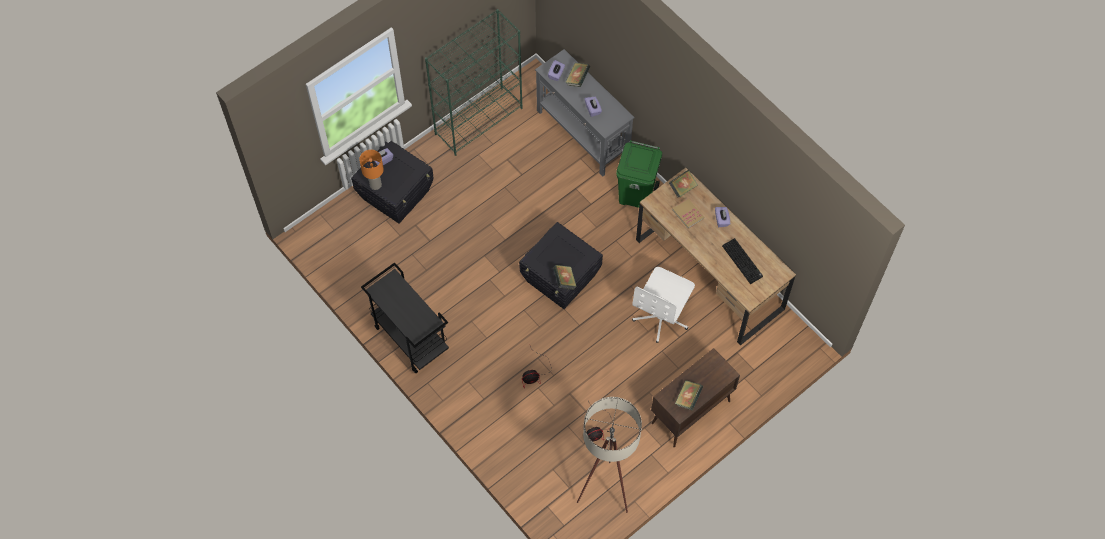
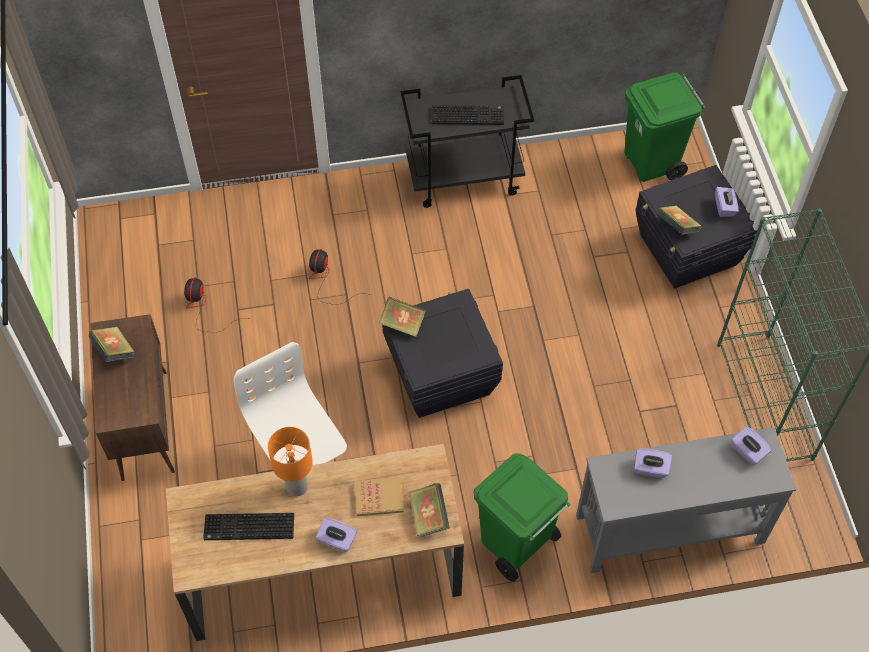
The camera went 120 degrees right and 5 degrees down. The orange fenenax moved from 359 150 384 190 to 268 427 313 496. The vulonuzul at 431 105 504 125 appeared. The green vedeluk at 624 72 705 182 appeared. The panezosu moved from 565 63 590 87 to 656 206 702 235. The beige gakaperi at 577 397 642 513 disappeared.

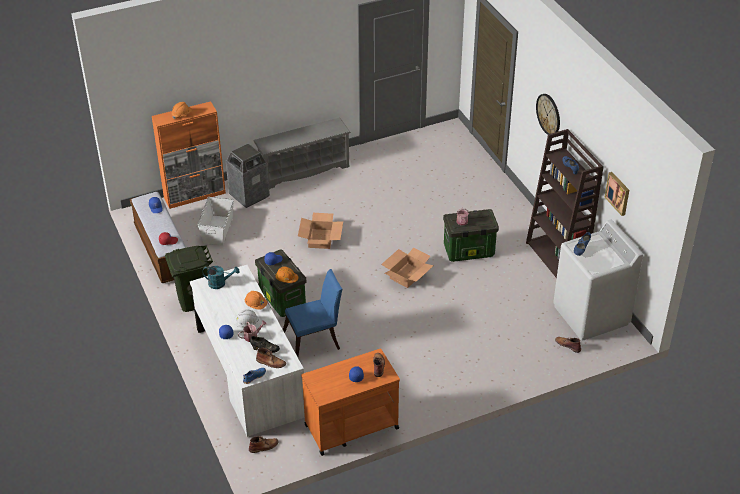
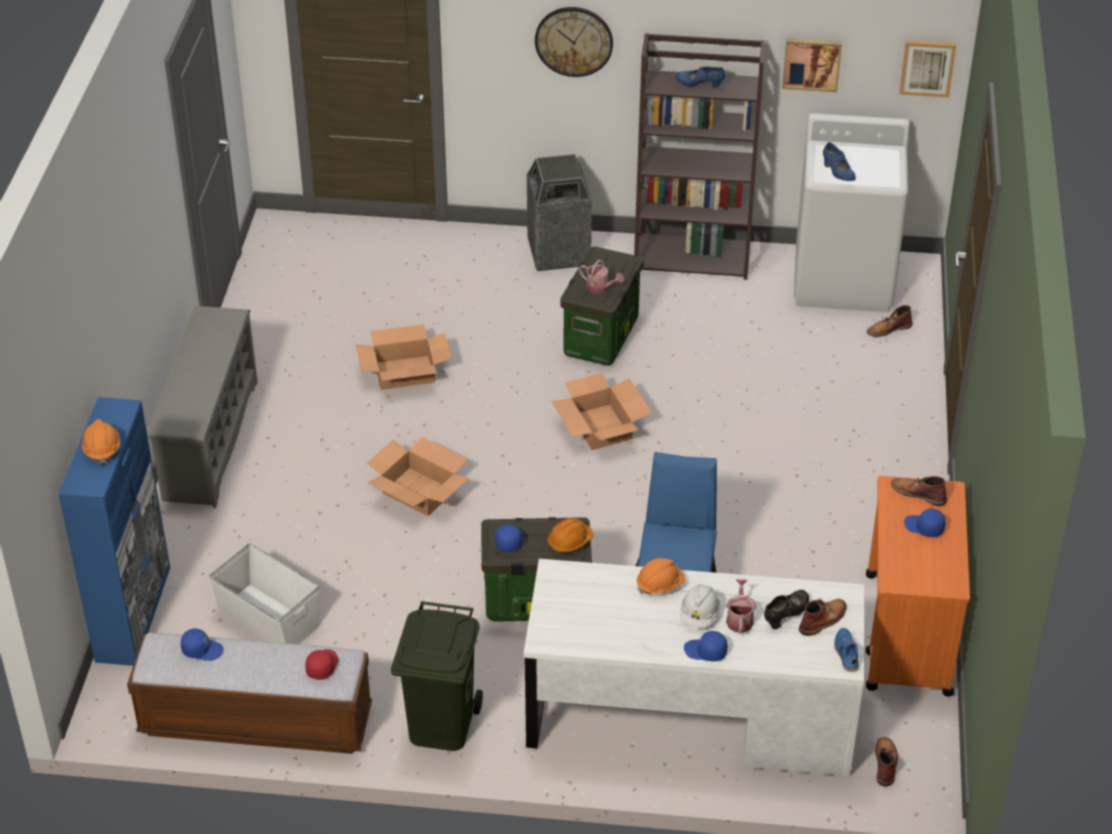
The camera went 60 degrees left and 0 degrees up. The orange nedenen at 152 101 226 209 became the blue nedenen at 58 397 170 666. The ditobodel at 356 324 452 390 appeared. The vedeluk moved from 226 143 270 208 to 527 154 592 271. The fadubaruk at 899 41 956 97 appeared. The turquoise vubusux at 202 266 239 289 disappeared.

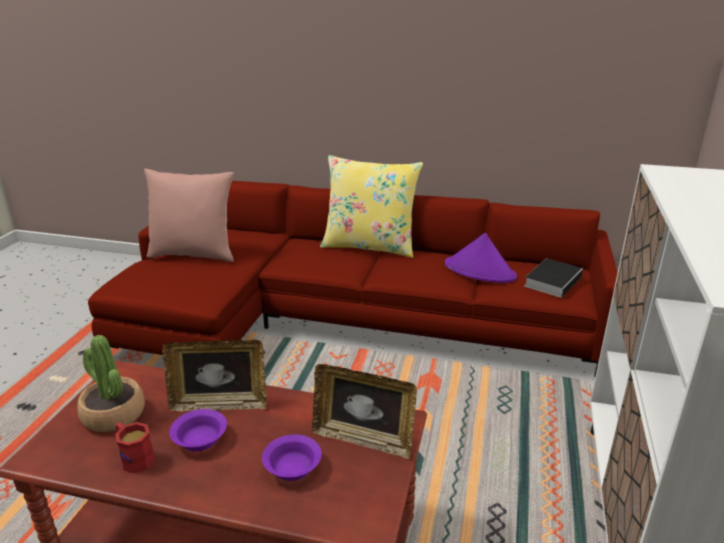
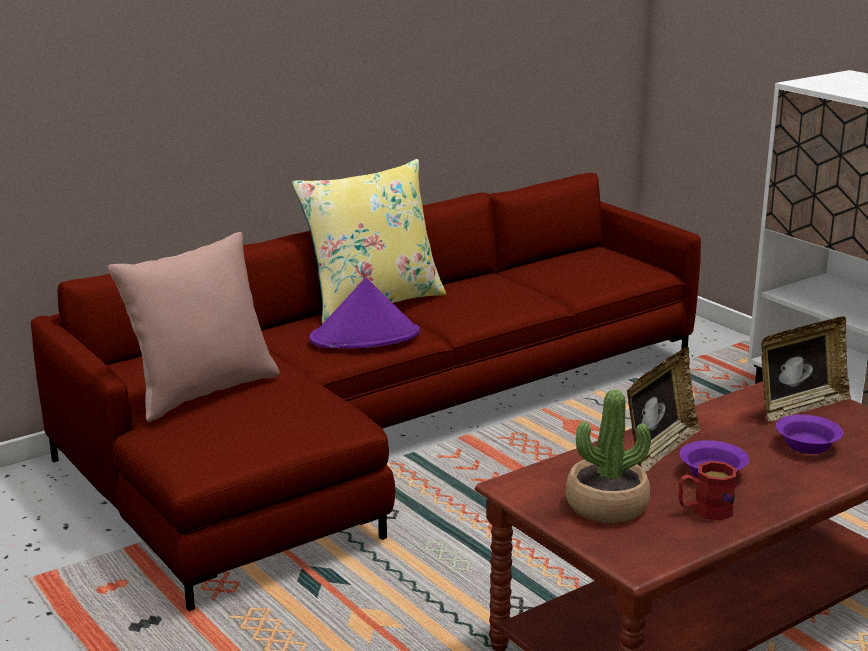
The camera went 50 degrees left and 5 degrees down. The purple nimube moved from 445 233 517 283 to 309 278 420 349. The panezosu at 524 259 583 298 disappeared.

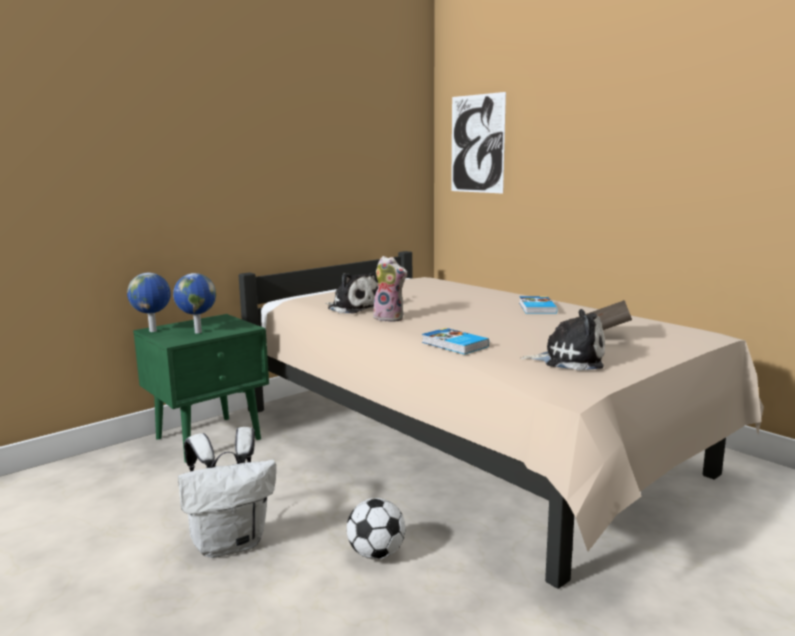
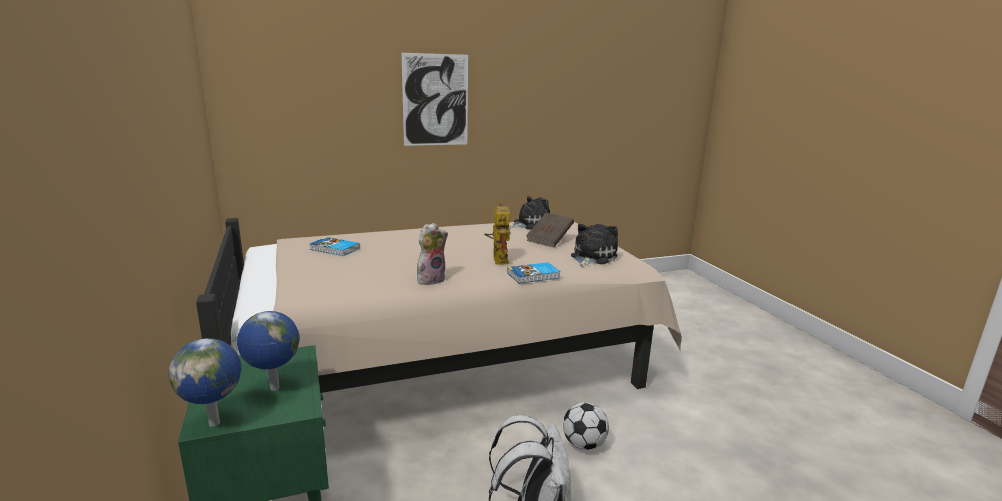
The camera went 70 degrees left and 5 degrees up. The panezosu moved from 519 296 557 314 to 310 237 360 256. The fadubaruk moved from 451 92 506 194 to 401 53 468 146. The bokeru at 484 202 511 265 appeared. The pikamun moved from 325 272 379 314 to 509 196 550 229.

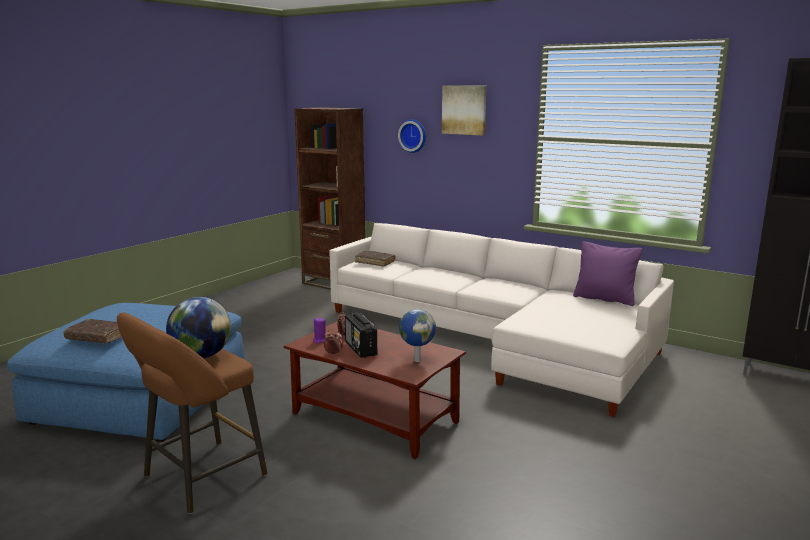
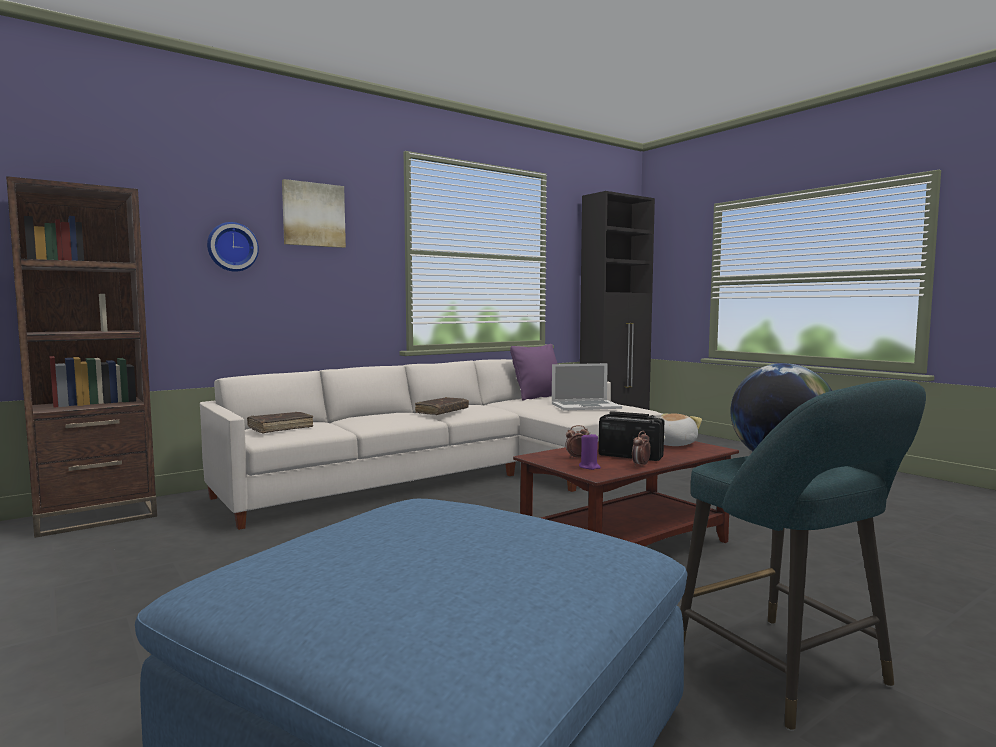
The camera went 70 degrees left and 10 degrees down. The brown panezosu moved from 63 319 122 343 to 415 397 469 415. The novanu at 552 363 622 411 appeared. The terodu at 345 313 377 358 turned 150 degrees counterclockwise. The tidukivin at 399 309 436 362 was replaced by the pikamun at 660 413 702 446. The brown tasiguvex at 117 313 267 514 became the turquoise tasiguvex at 680 380 926 731.

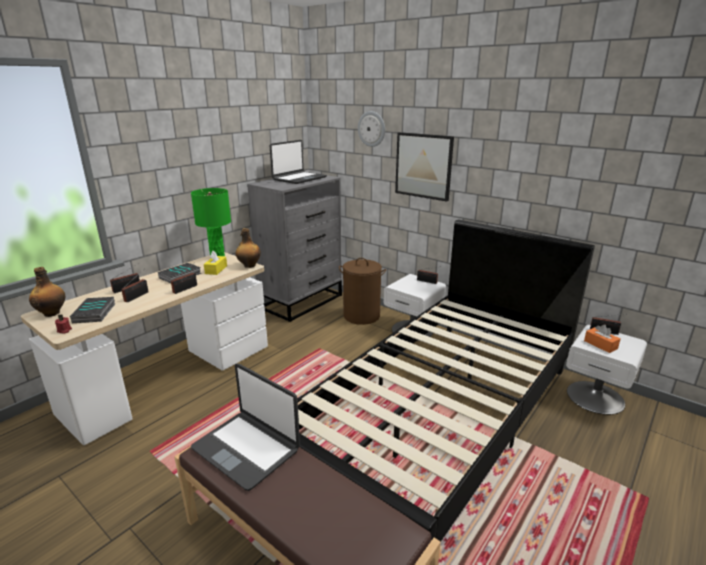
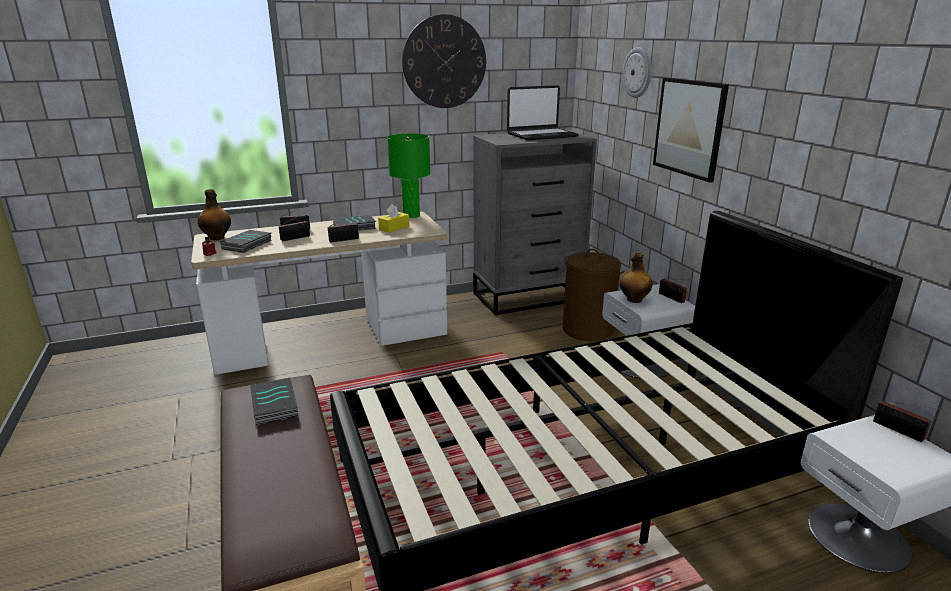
The camera went 30 degrees right and 0 degrees up. The novanu at 191 364 300 491 was replaced by the panezosu at 250 378 299 426. The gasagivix at 402 14 486 108 appeared. The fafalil moved from 236 228 261 268 to 620 252 653 303. The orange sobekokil at 584 324 620 353 disappeared.

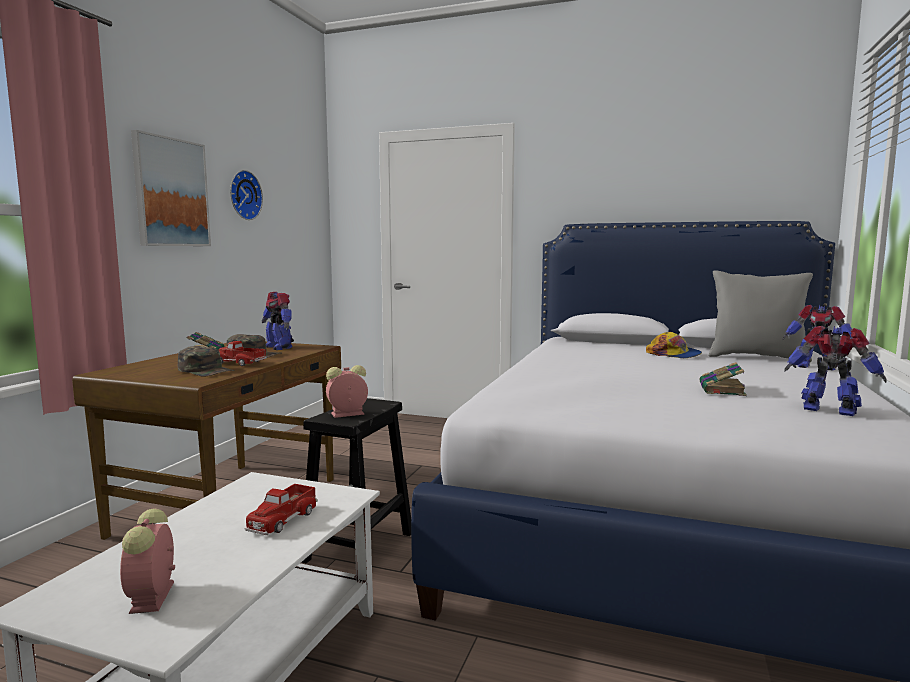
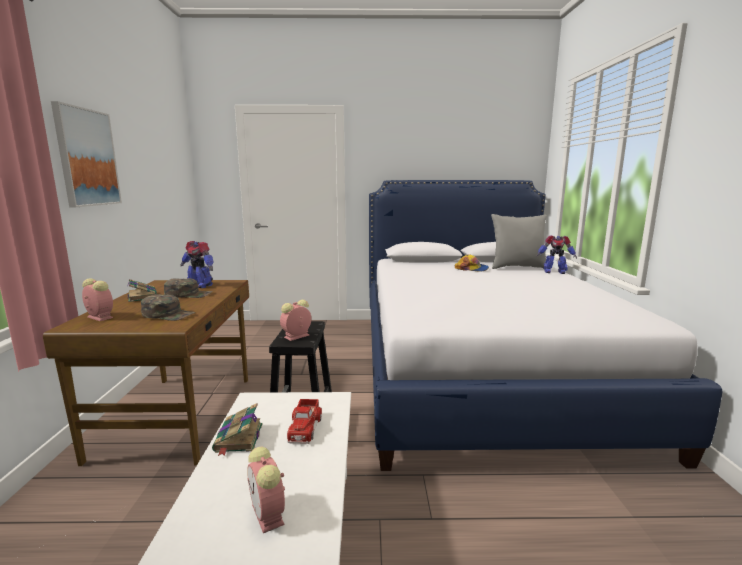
The camera went 20 degrees left and 5 degrees up. The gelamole at 82 278 113 321 appeared. The panezosu moved from 700 362 747 396 to 212 403 262 456. The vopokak at 218 341 267 366 disappeared. The gasagivix at 230 170 263 220 disappeared. The bokeru at 784 326 887 416 disappeared.

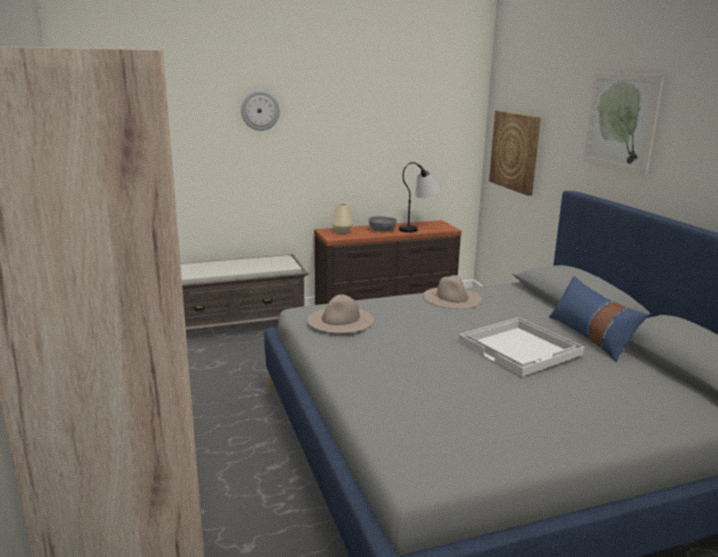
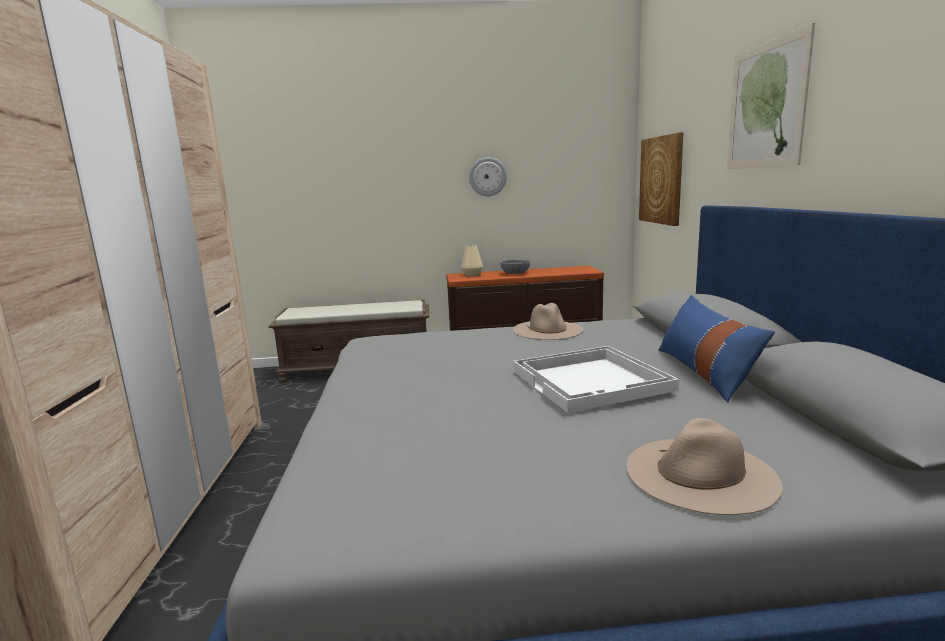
The camera went 15 degrees right and 5 degrees down. The gasagivix moved from 241 91 280 131 to 469 157 507 196. The beige nimube moved from 307 294 374 333 to 626 418 783 515. The fenenax at 399 162 440 233 disappeared.

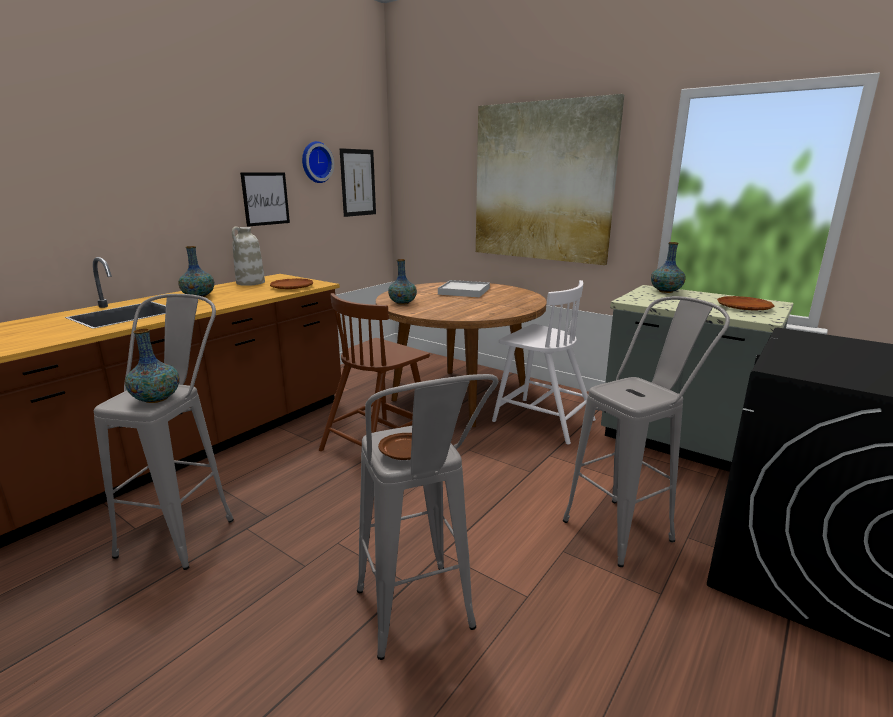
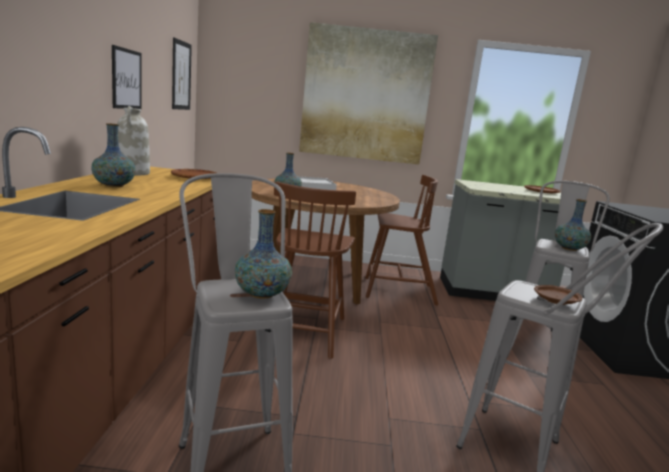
The camera went 35 degrees left and 5 degrees down. The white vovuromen at 492 280 596 445 became the brown vovuromen at 365 175 438 305. The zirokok moved from 651 242 685 293 to 555 199 591 251. The gasagivix at 302 141 334 183 disappeared.

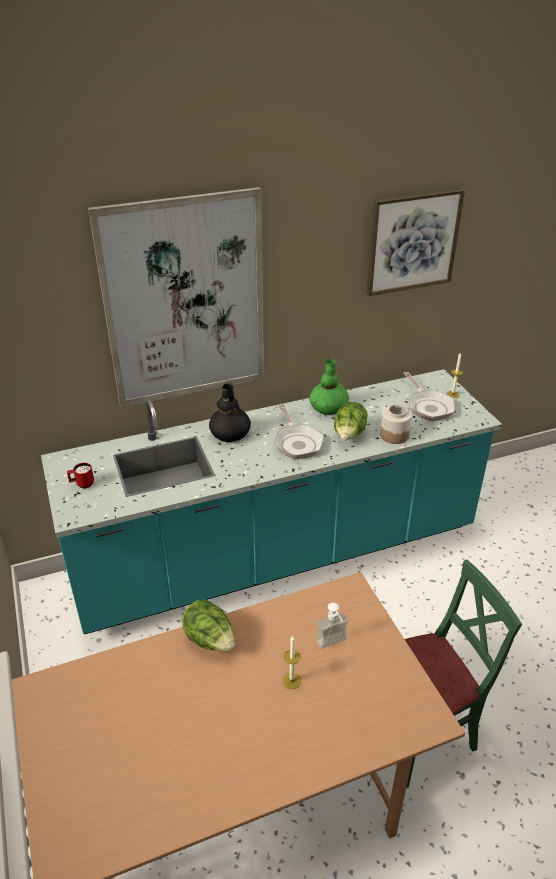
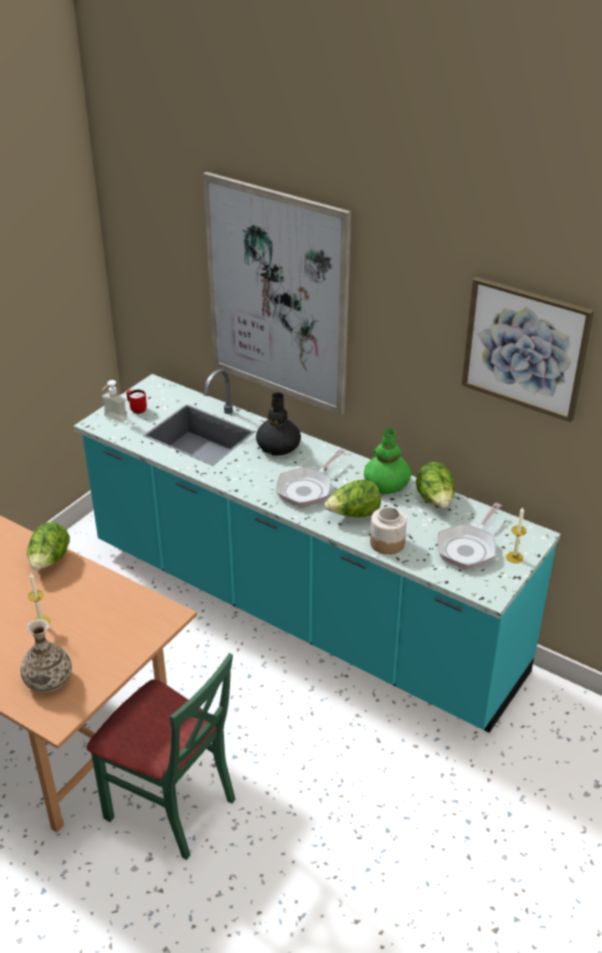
The camera went 55 degrees right and 0 degrees up. The zirokok at 20 619 72 693 appeared. The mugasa moved from 316 602 348 649 to 102 380 128 423. The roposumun at 416 462 455 508 appeared.

